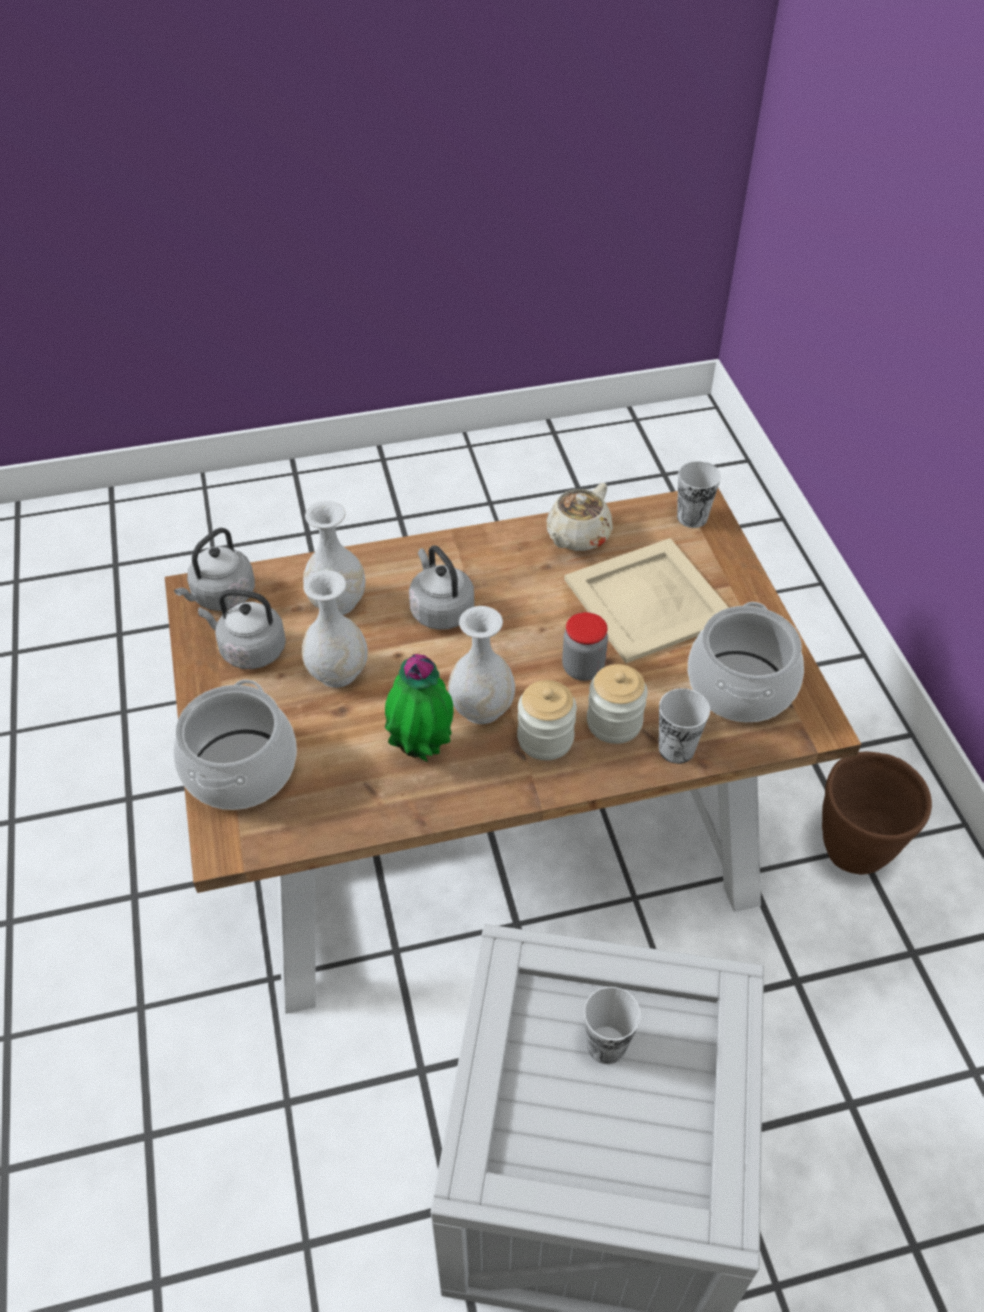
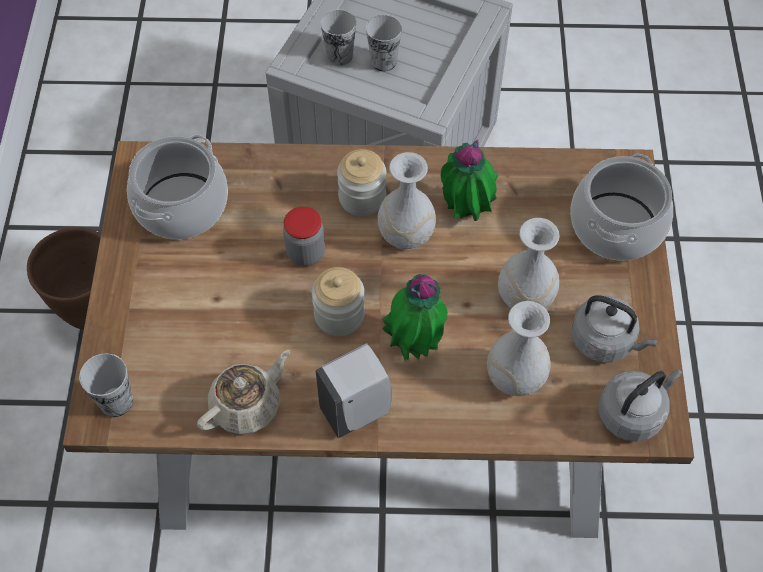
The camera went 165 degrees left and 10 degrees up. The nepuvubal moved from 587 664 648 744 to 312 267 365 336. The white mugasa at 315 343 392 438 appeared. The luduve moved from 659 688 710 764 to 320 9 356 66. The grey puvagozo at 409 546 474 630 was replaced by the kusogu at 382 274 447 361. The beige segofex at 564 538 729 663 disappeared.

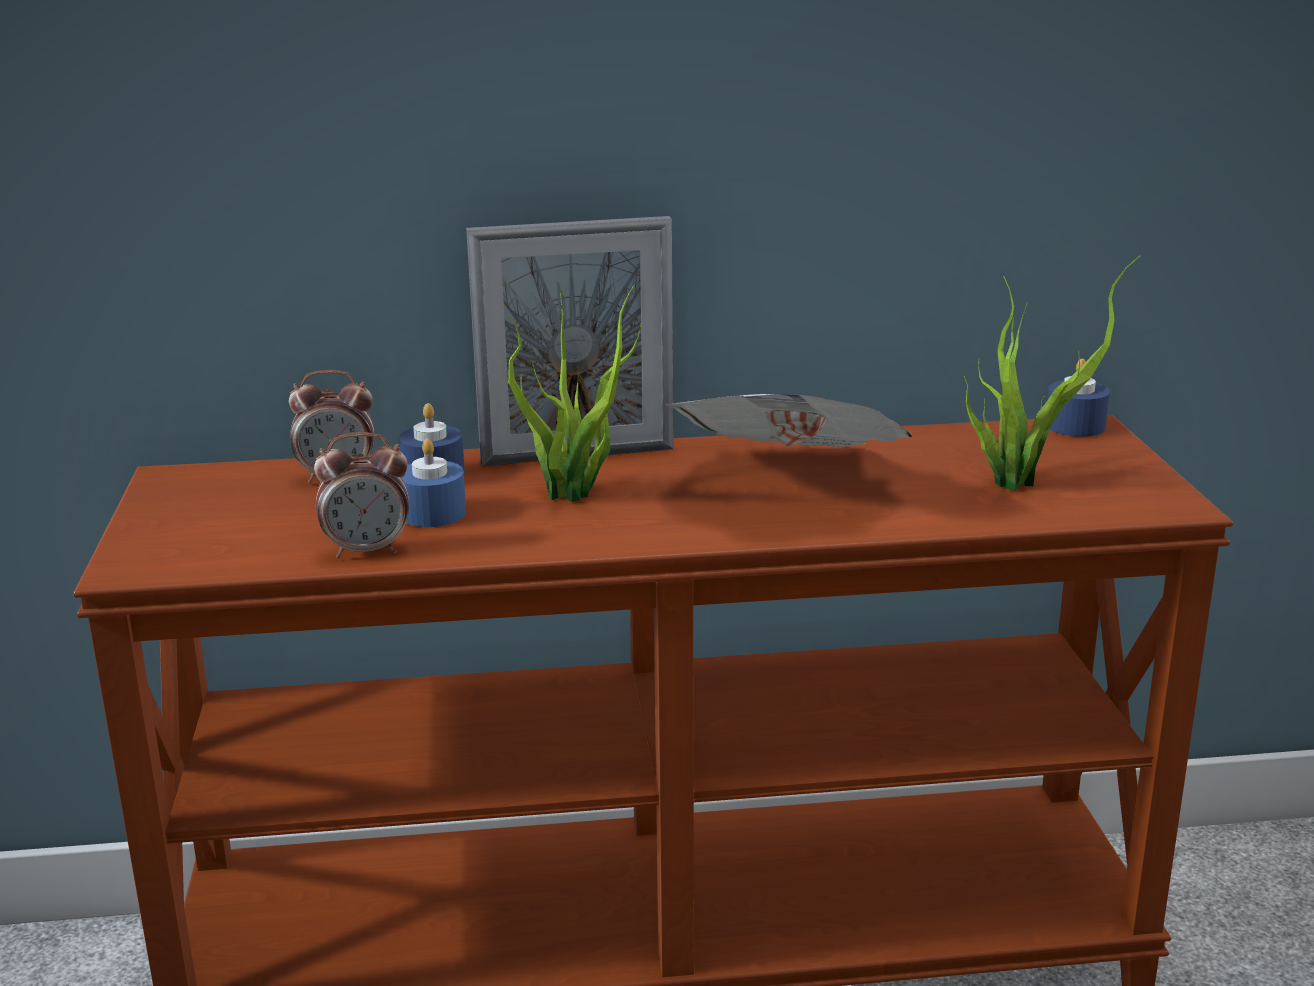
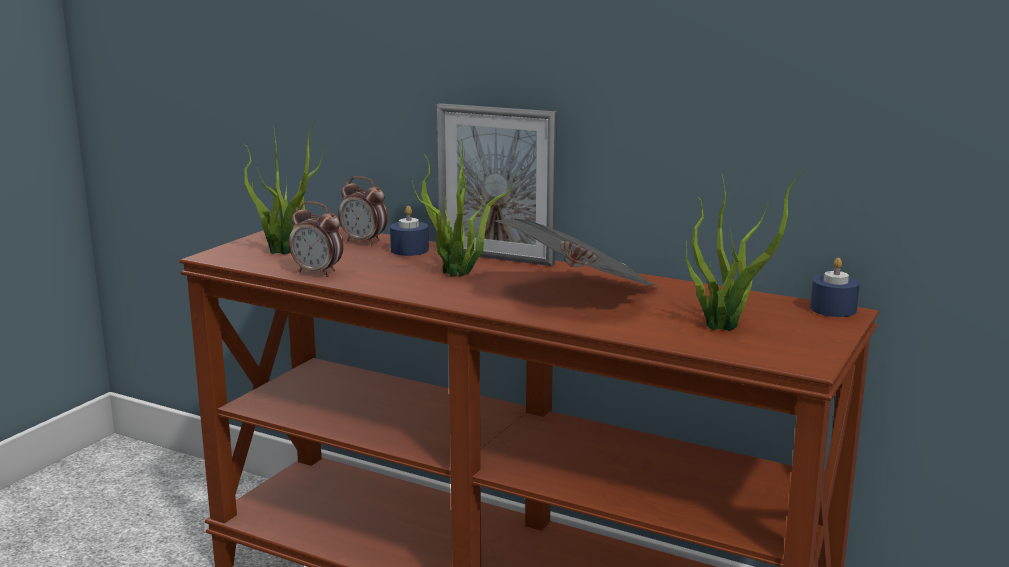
The camera went 35 degrees right and 5 degrees down. The kusogu at 244 120 323 254 appeared. The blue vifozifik at 401 438 466 527 disappeared.

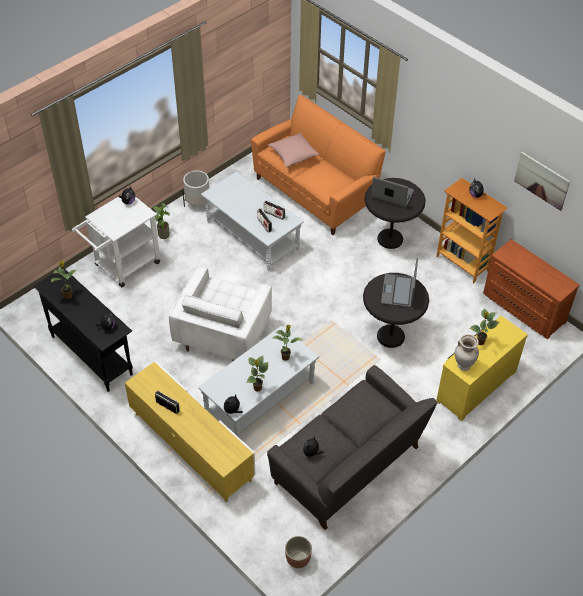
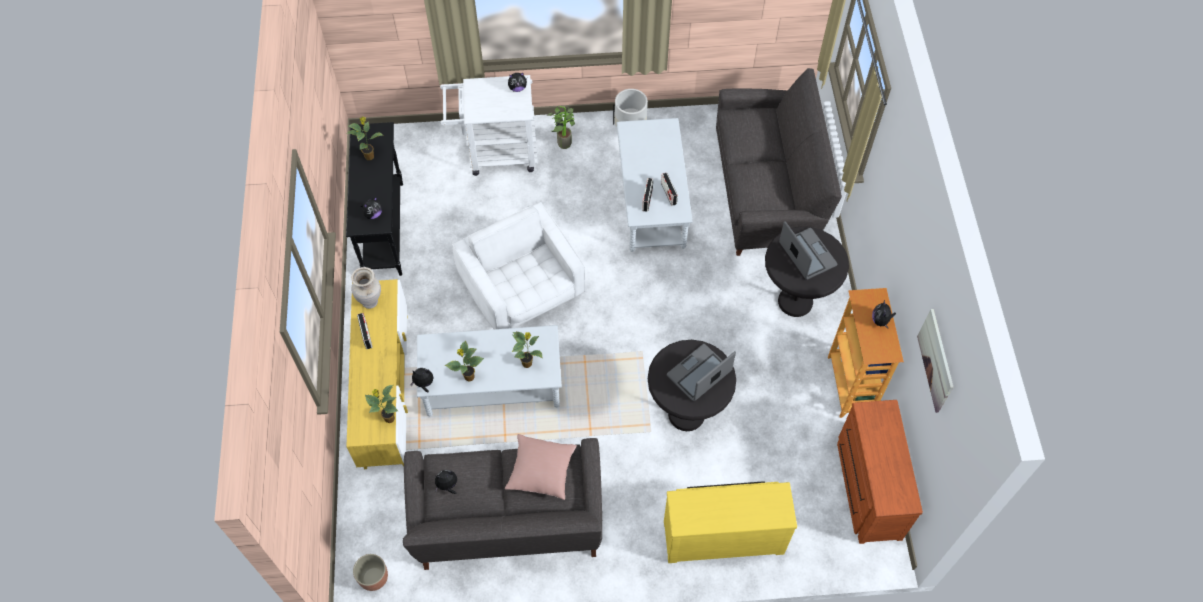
The camera went 40 degrees right and 10 degrees up. The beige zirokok moved from 455 334 479 371 to 351 267 381 309. The kusogu moved from 469 309 499 345 to 365 385 398 423. The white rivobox at 169 266 272 362 turned 90 degrees clockwise. The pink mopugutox moved from 268 134 320 167 to 505 434 577 500. The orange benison at 251 95 386 235 became the grey benison at 716 68 842 256.

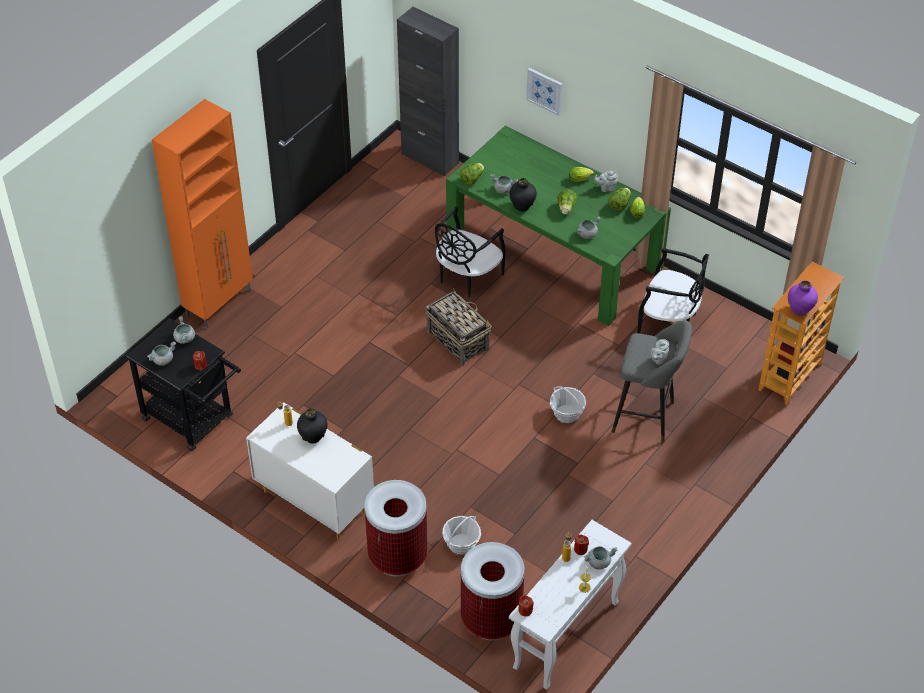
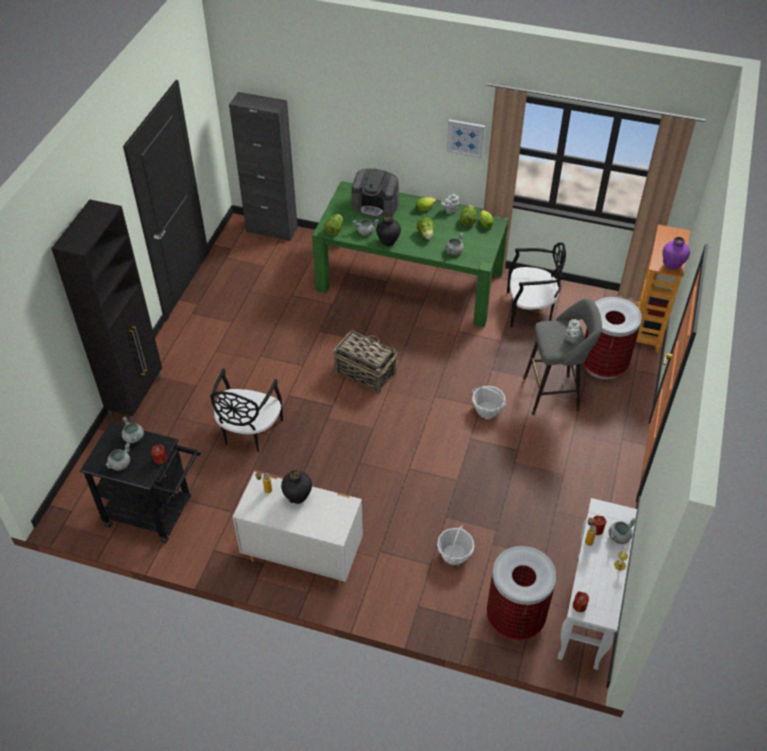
The camera went 20 degrees left and 0 degrees up. The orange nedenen at 152 99 253 329 became the black nedenen at 51 200 162 423. The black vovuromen moved from 435 206 506 297 to 210 368 283 452. The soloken at 351 168 399 218 appeared. The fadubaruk moved from 526 68 562 116 to 447 119 485 158. The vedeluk moved from 365 480 428 577 to 583 297 642 380.

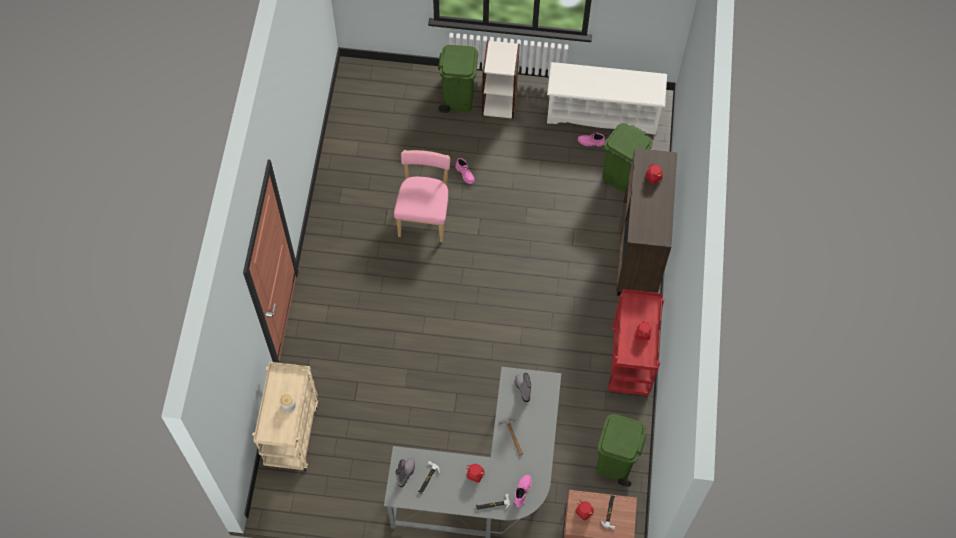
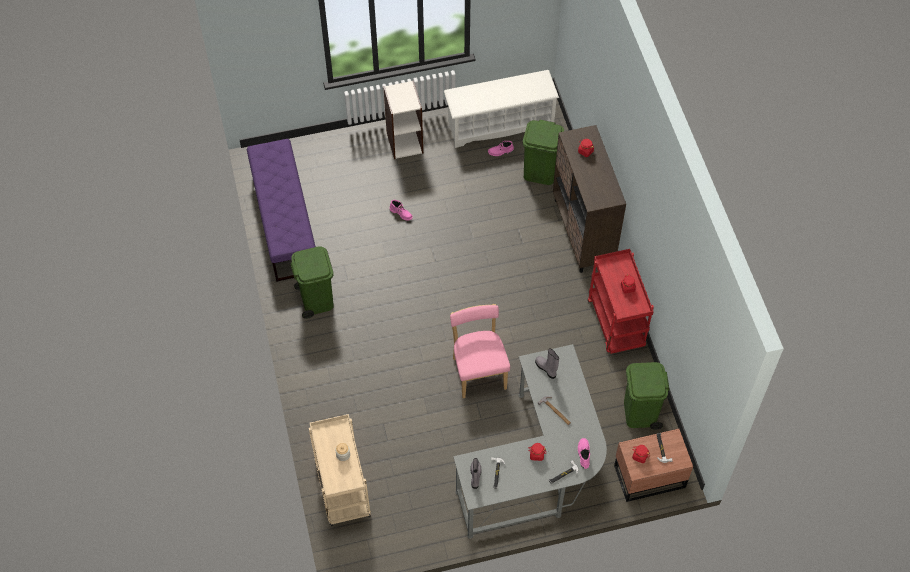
The camera went 20 degrees left and 5 degrees down. The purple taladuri at 247 139 316 282 appeared. The green vedeluk moved from 438 45 478 113 to 291 246 334 319. The pink vovuromen moved from 394 150 450 242 to 450 304 510 398.

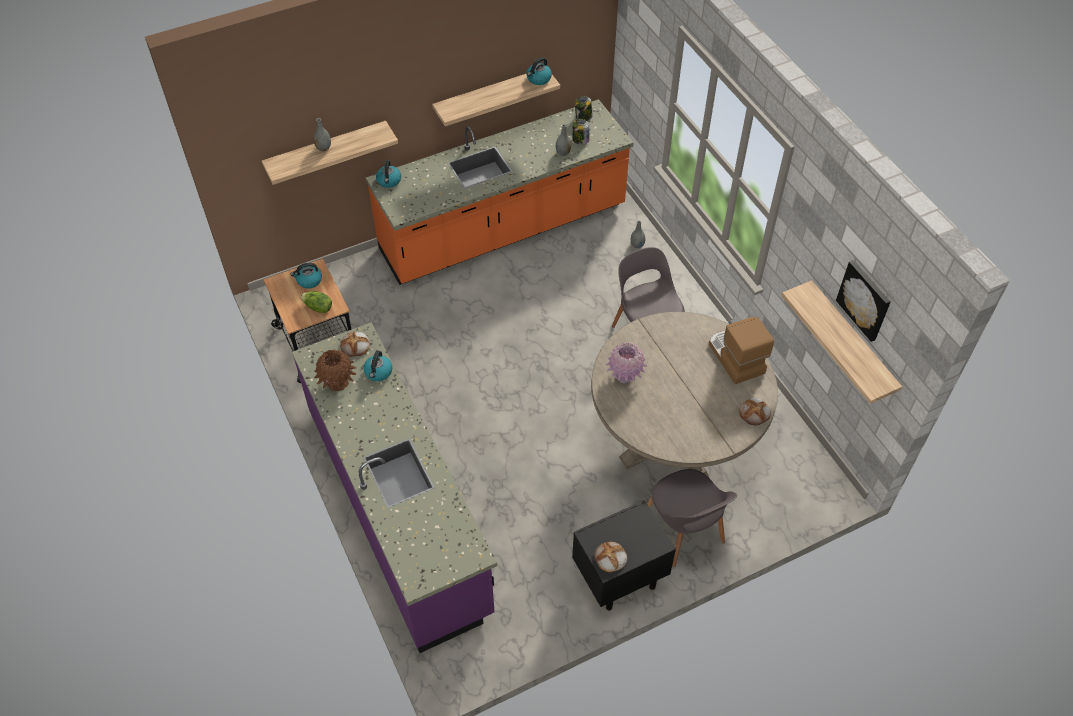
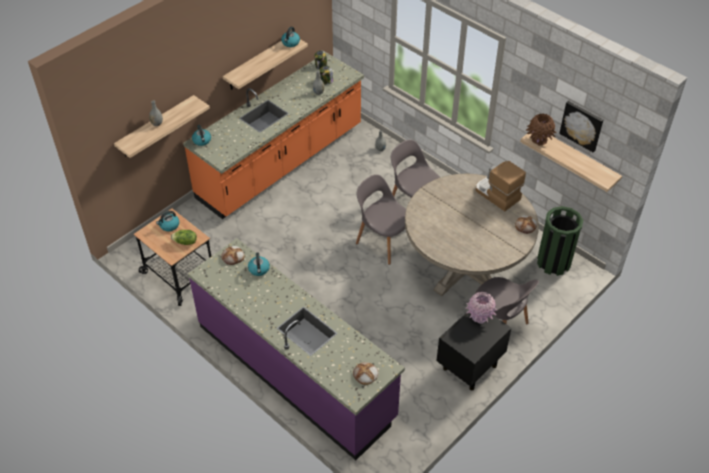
The camera went 20 degrees left and 5 degrees down. The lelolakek moved from 594 542 627 572 to 353 362 379 385. The grey vovuromen at 356 174 406 265 appeared. The pink zirokok moved from 605 342 647 384 to 465 292 498 324. The brown zirokok moved from 314 349 357 391 to 525 113 556 146. The green vedeluk at 537 206 583 276 appeared.

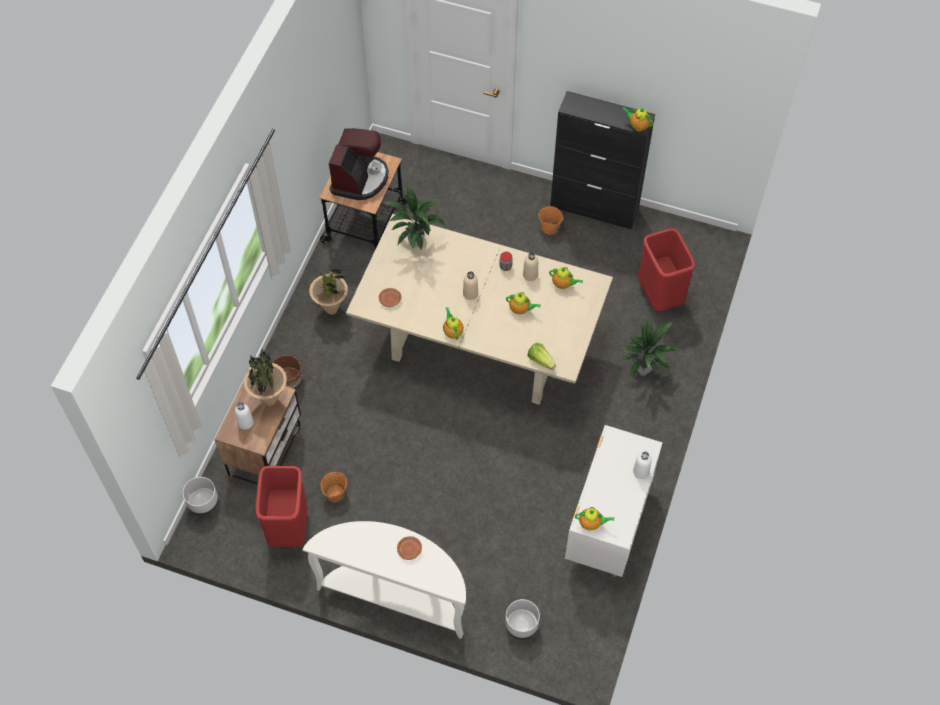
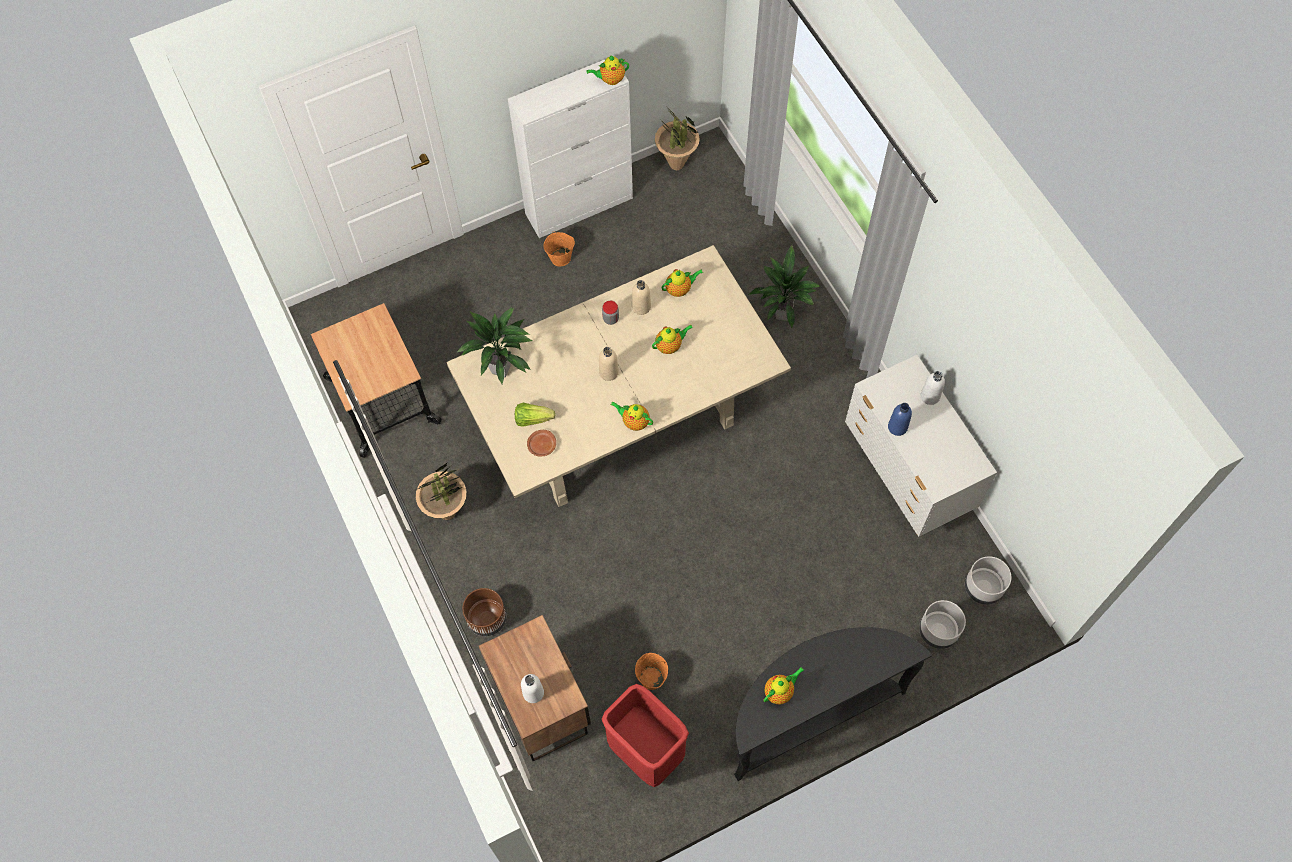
The camera went 45 degrees left and 5 degrees up. The black nedenen at 550 91 655 229 became the white nedenen at 508 59 633 238. The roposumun moved from 528 343 556 370 to 515 403 555 427. The kusogu moved from 244 349 287 406 to 655 108 700 170. The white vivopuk at 302 521 466 639 became the black vivopuk at 734 627 932 781. The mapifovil moved from 575 507 614 530 to 764 667 804 704. The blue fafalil at 888 403 912 436 appeared. The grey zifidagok moved from 183 477 219 516 to 965 556 1012 605. The soloken at 329 128 388 200 disappeared. The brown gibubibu at 397 536 422 560 disappeared. The red vedeluk at 638 228 695 311 disappeared.

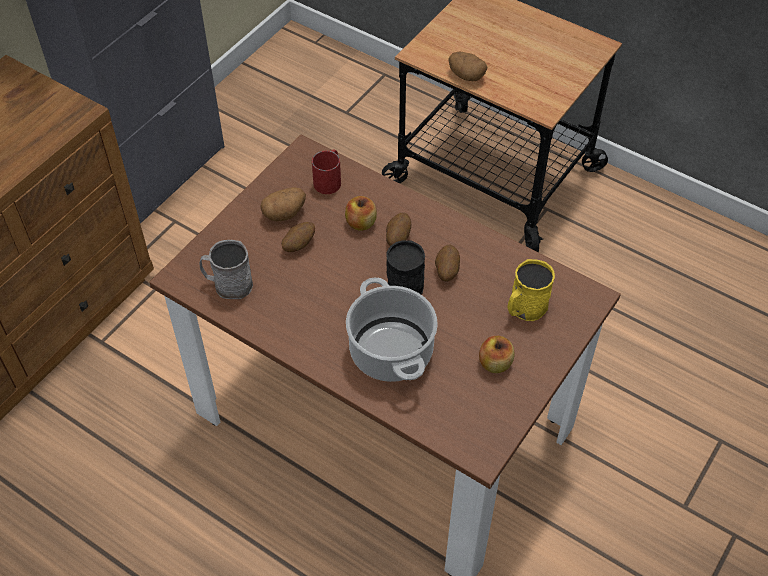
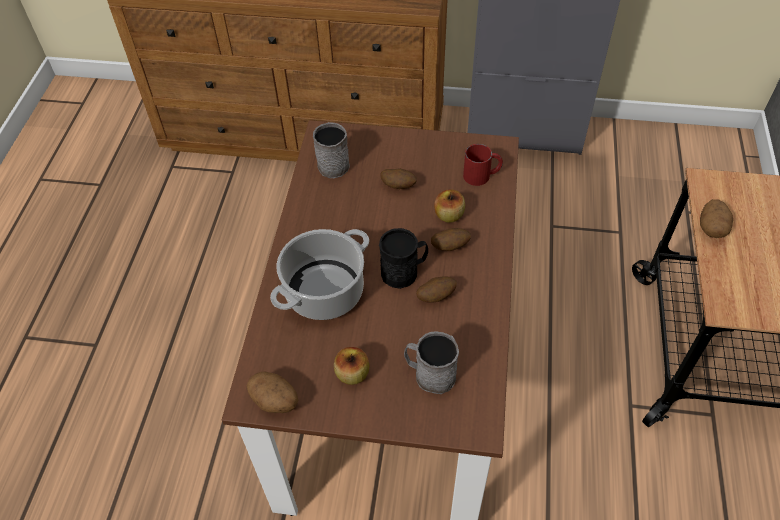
The camera went 65 degrees right and 0 degrees up. The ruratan moved from 261 187 306 221 to 247 371 298 413. The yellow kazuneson at 508 259 555 321 became the grey kazuneson at 404 331 459 394.

